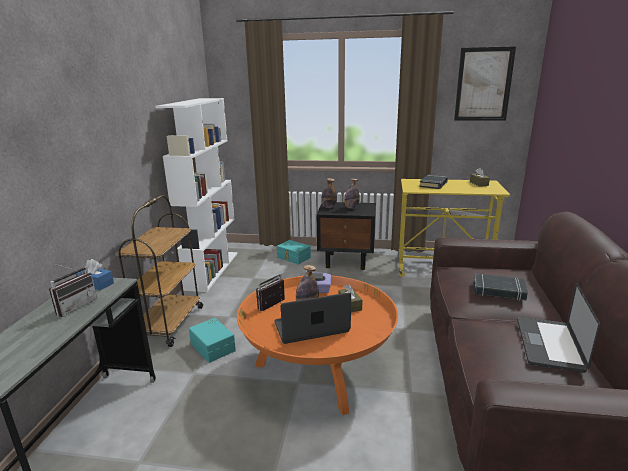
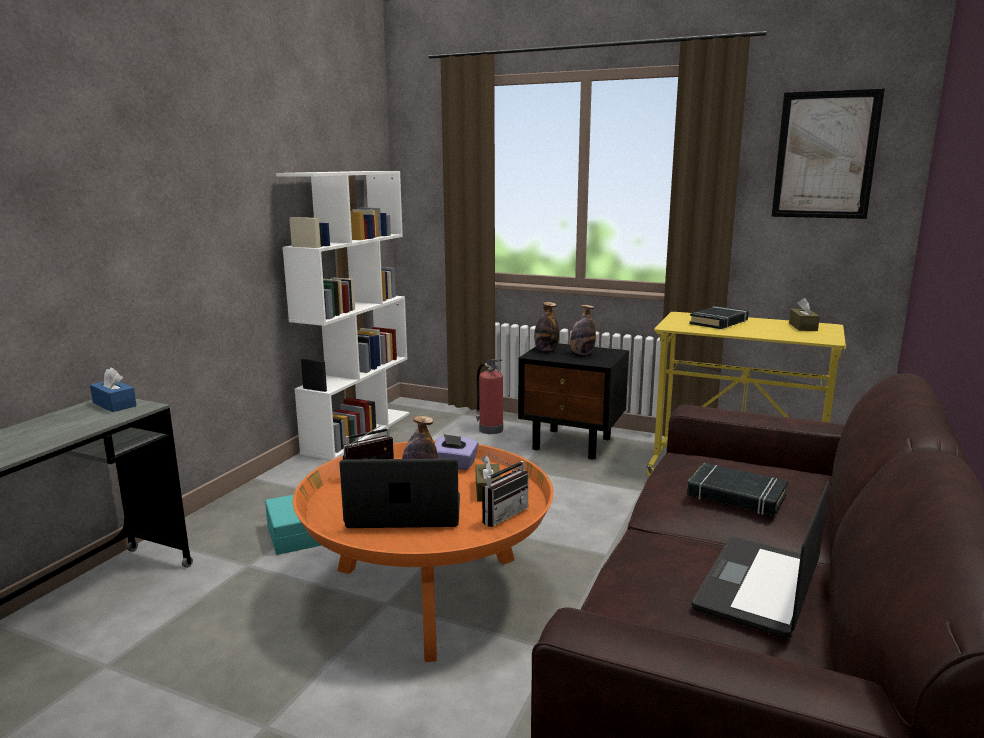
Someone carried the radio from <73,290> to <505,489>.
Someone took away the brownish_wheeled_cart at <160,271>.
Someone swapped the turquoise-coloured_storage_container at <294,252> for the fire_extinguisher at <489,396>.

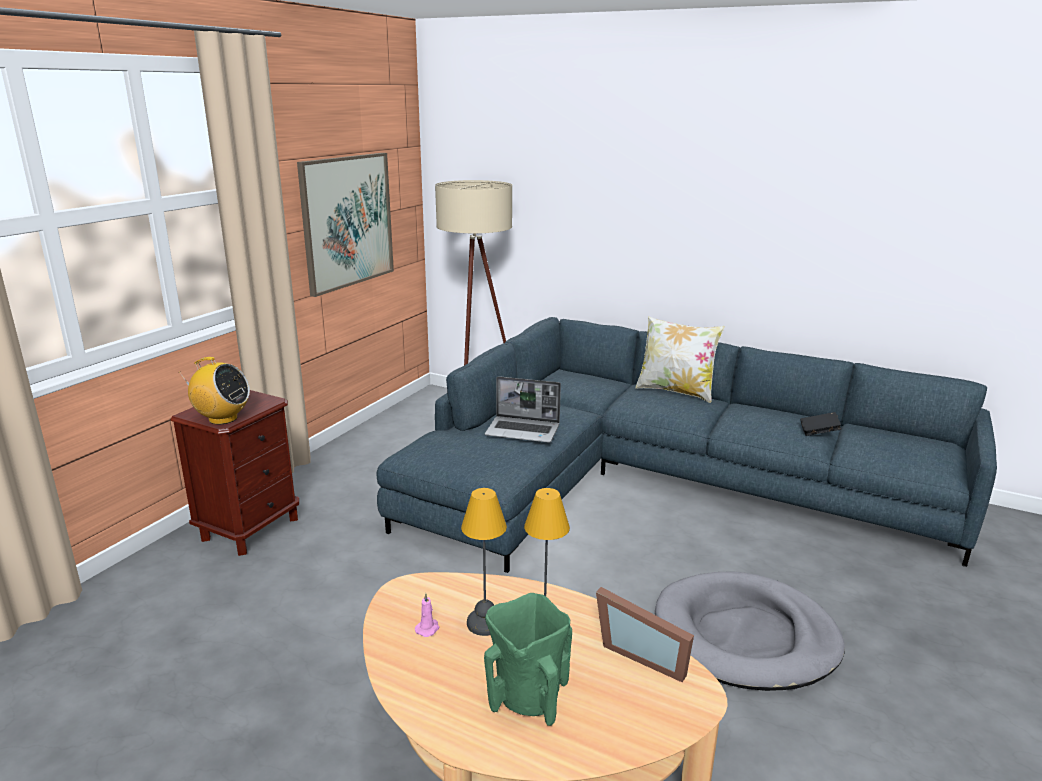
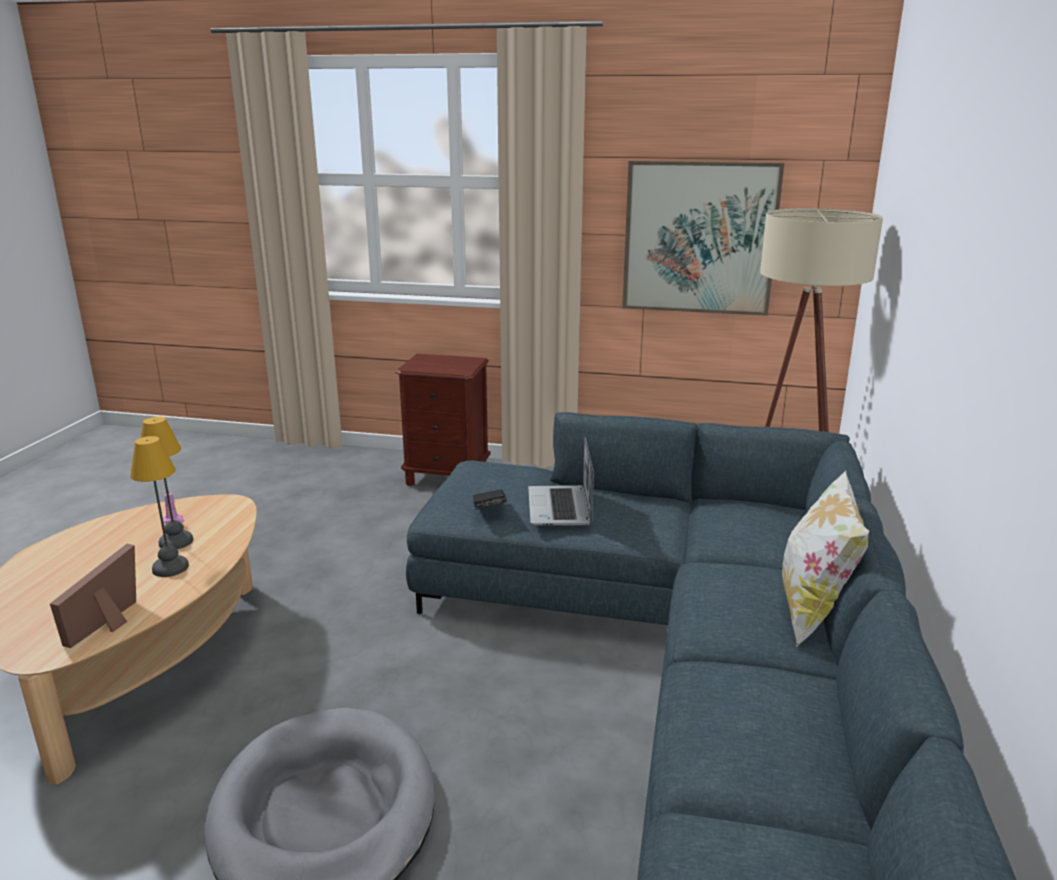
Someone took away the radio at <215,391>.
Someone took away the green_flower_vase at <528,659>.
Someone carried the blackish_book from <820,424> to <489,500>.

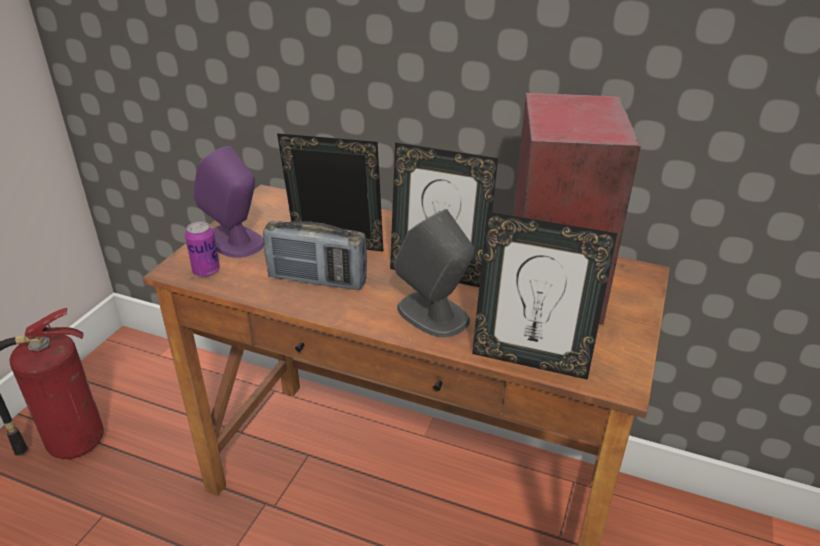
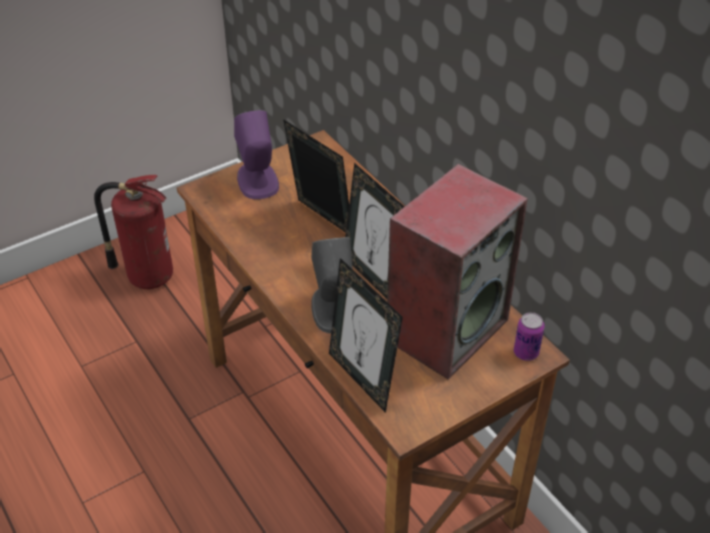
Someone carried the can from <202,249> to <529,336>.
Someone took away the radio at <315,255>.

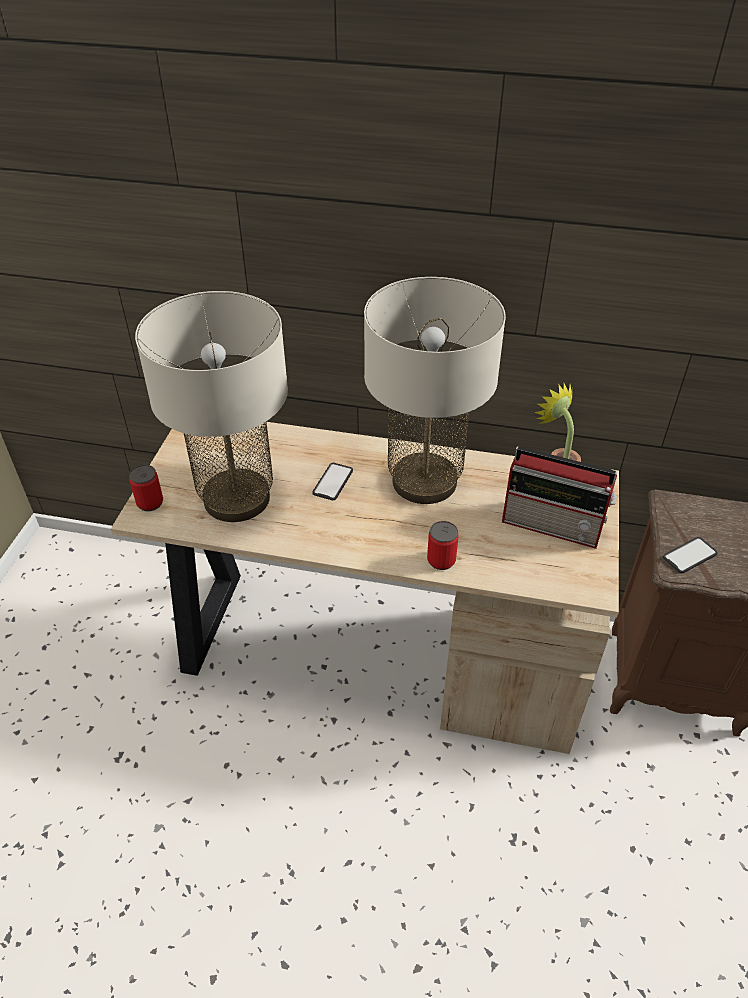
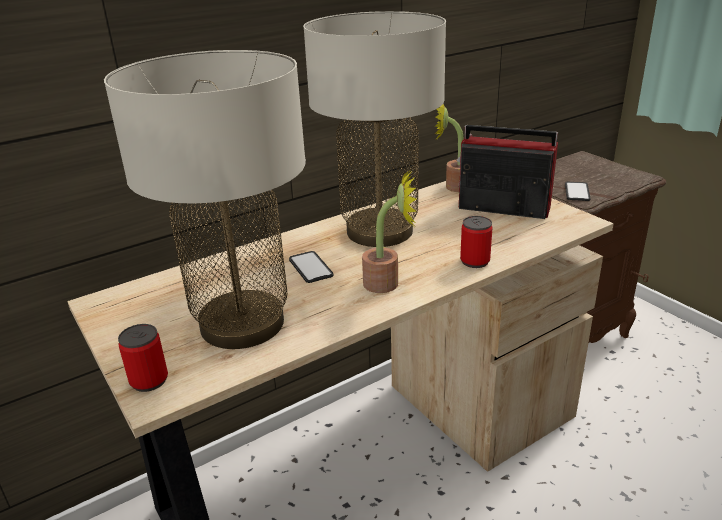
Someone rotated the radio at <559,497> by 135 degrees counterclockwise.
Someone put down the plant_in_a_pot at <389,230>.

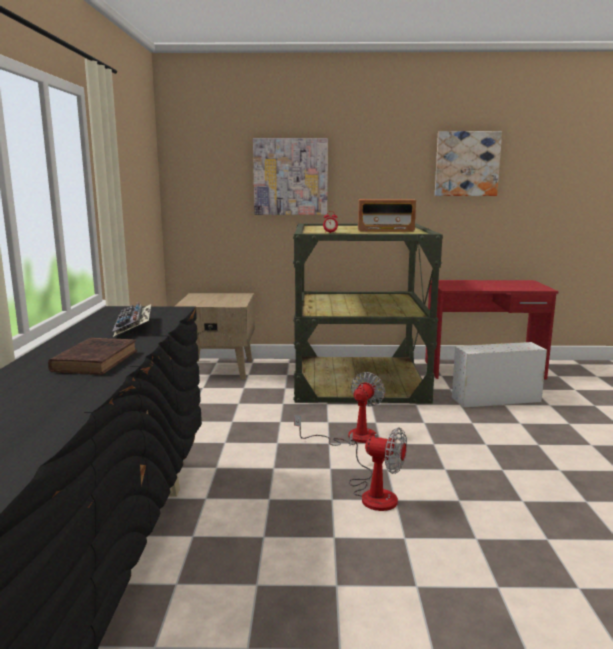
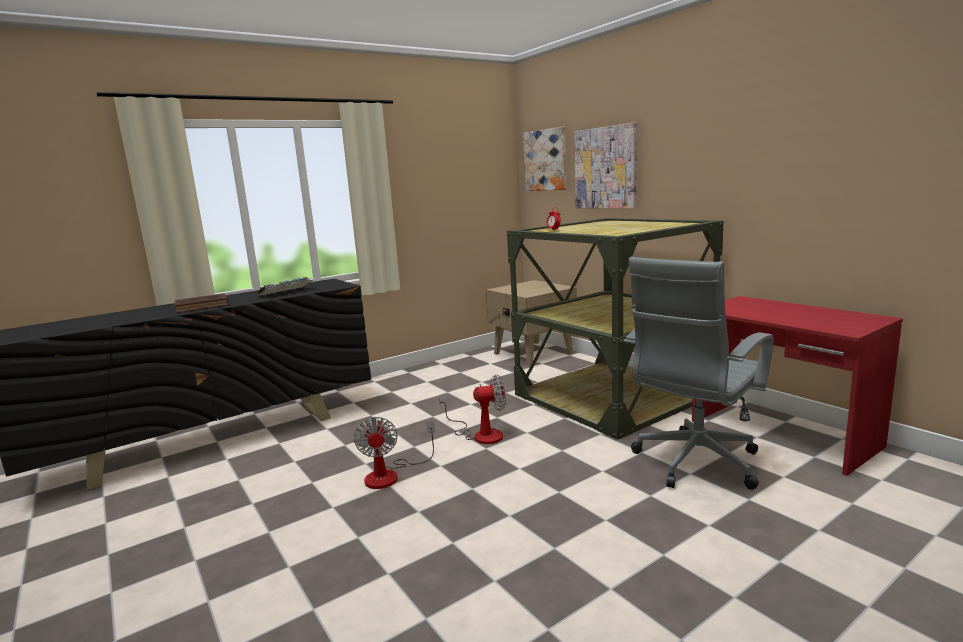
Someone took away the radio at <387,215>.
Someone carried the wall_art from <468,163> to <545,159>.
Someone swapped the whitish_storage_container at <499,375> for the grey_desk_chair at <698,373>.

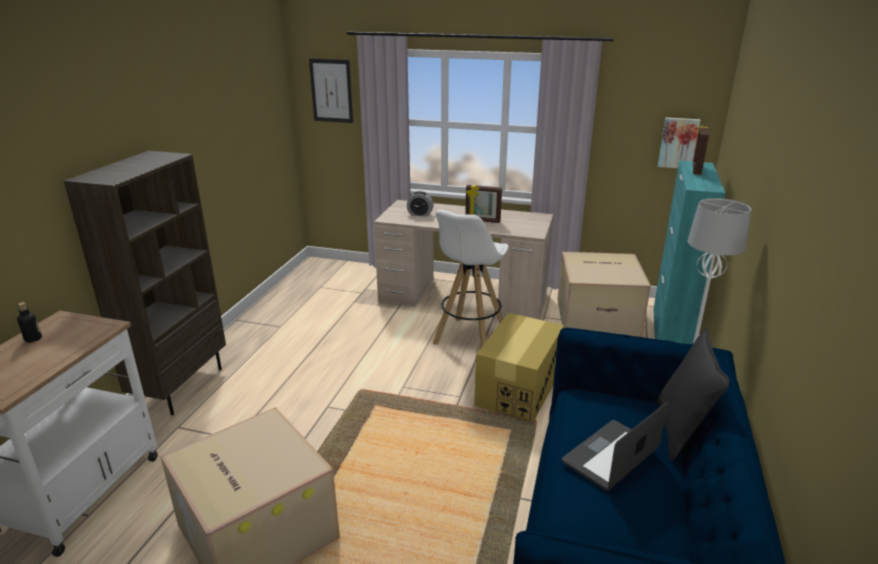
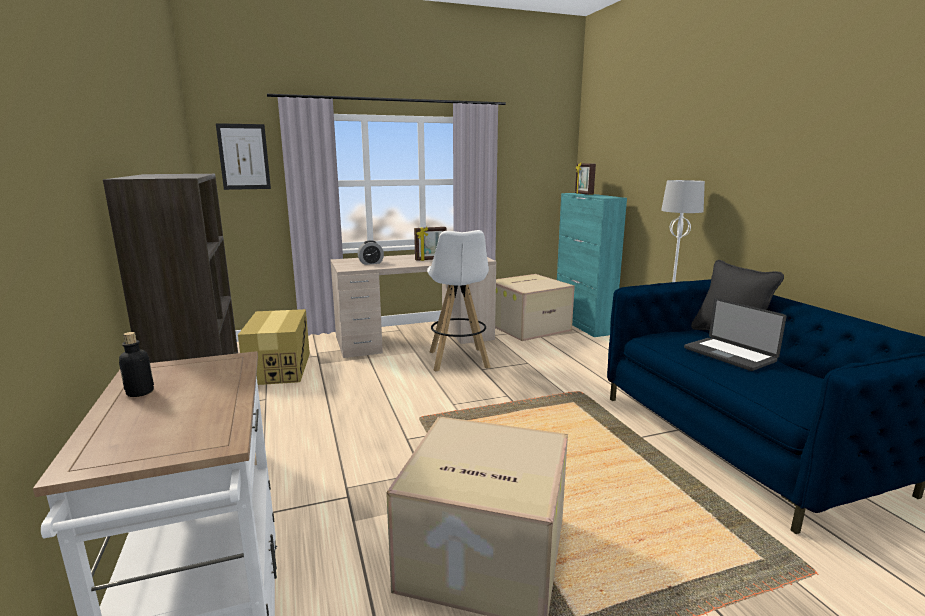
Someone carried the packing_box from <519,367> to <274,347>.
Someone rotated the laptop at <615,446> by 45 degrees counterclockwise.
Someone took away the wall_art at <679,143>.

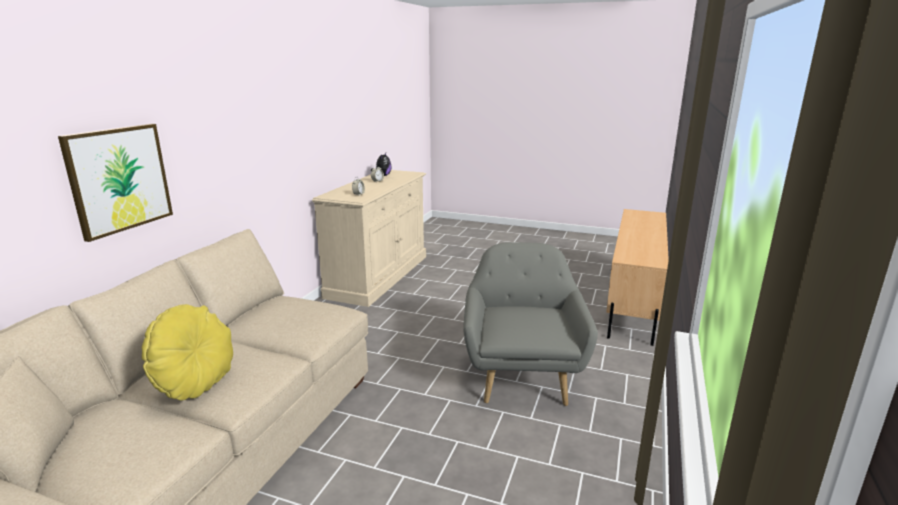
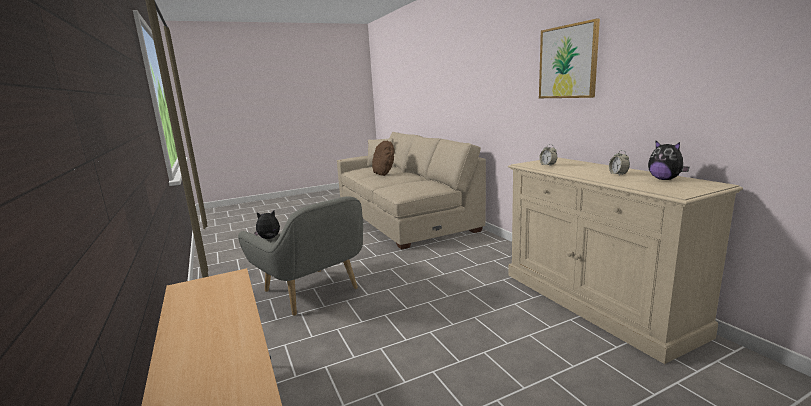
Someone carried the wall_art from <115,183> to <569,58>.
Someone repainted the yellowish_cushion at <187,352>, which became the brownish_cushion at <383,158>.
Someone put down the soft_toy at <267,224>.

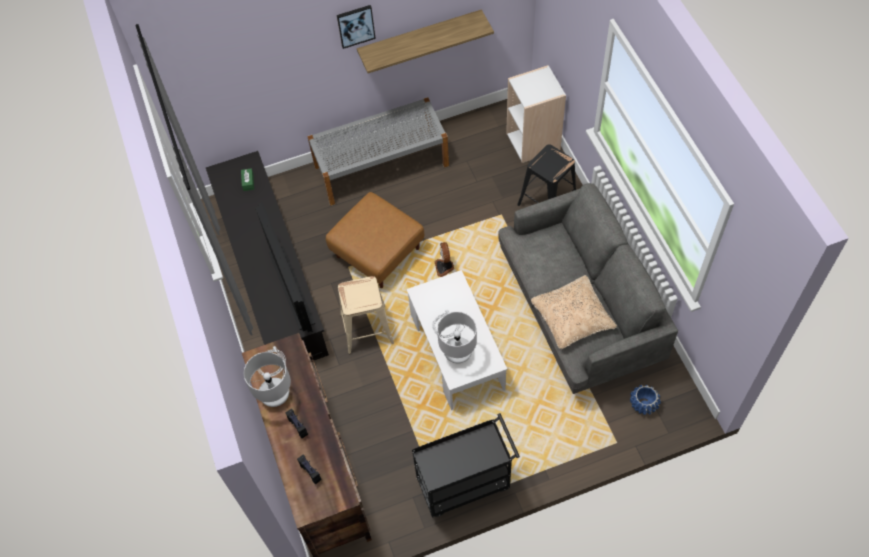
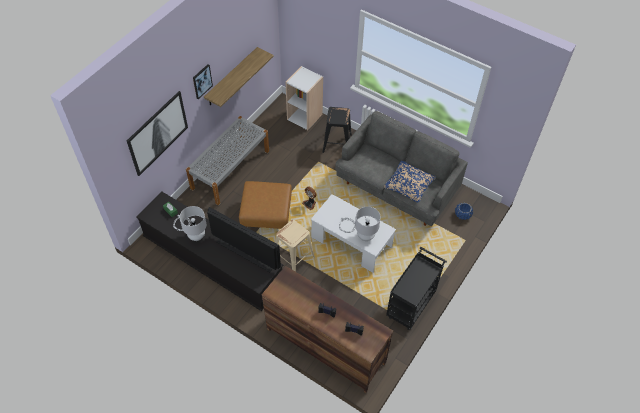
Someone carried the whitish_lamp_for_a_table from <267,376> to <189,223>.
Someone repainted the beige_cushion at <574,312>, which became the bluish_cushion at <410,182>.
Someone put up the wall_art at <157,133>.

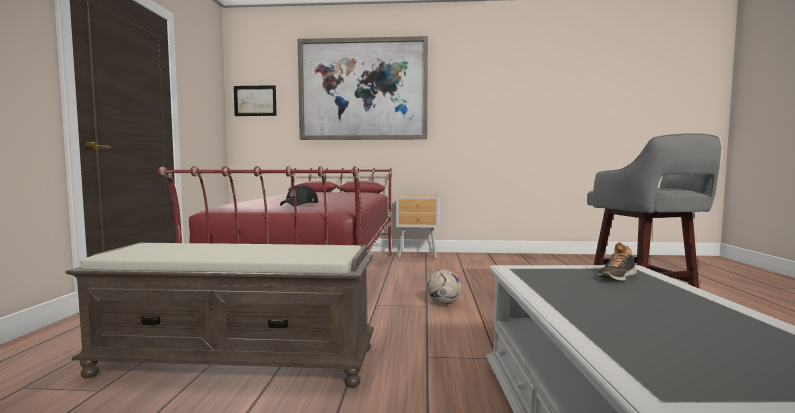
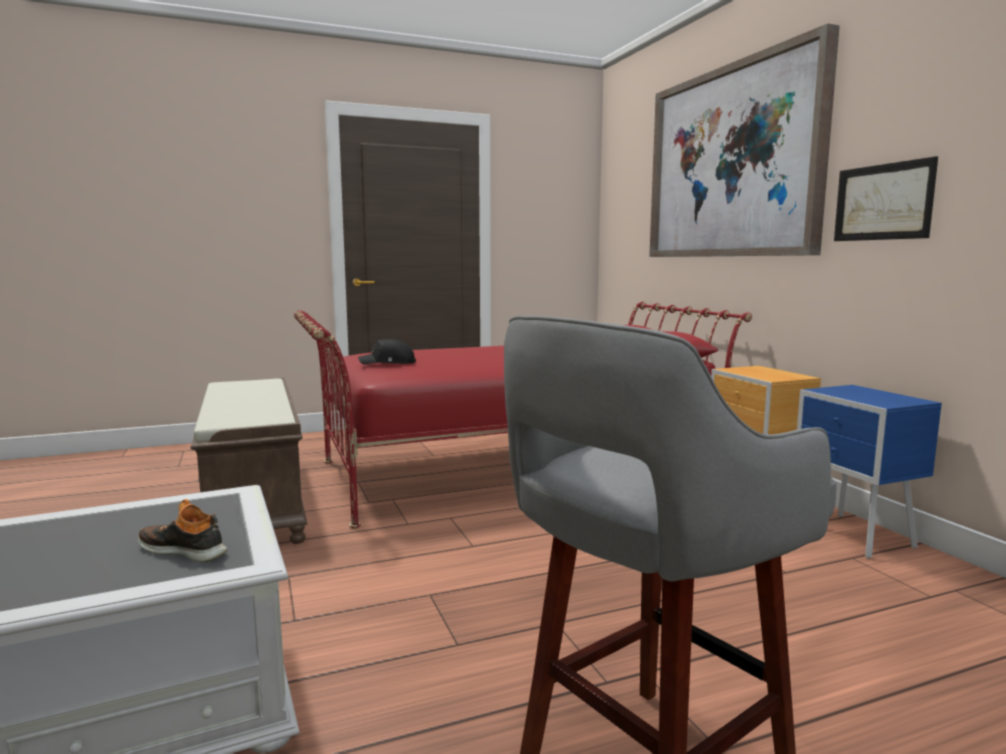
Someone carried the wall_art from <255,100> to <886,198>.
Someone took away the football at <444,287>.
Someone put down the bluish_nightstand at <869,472>.

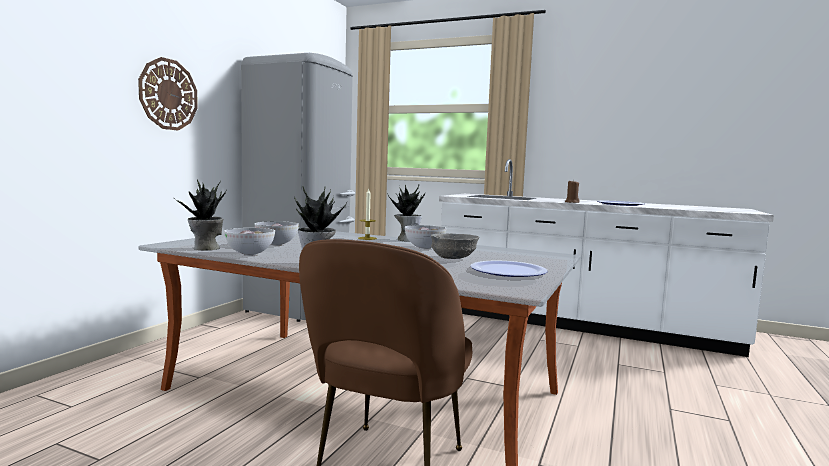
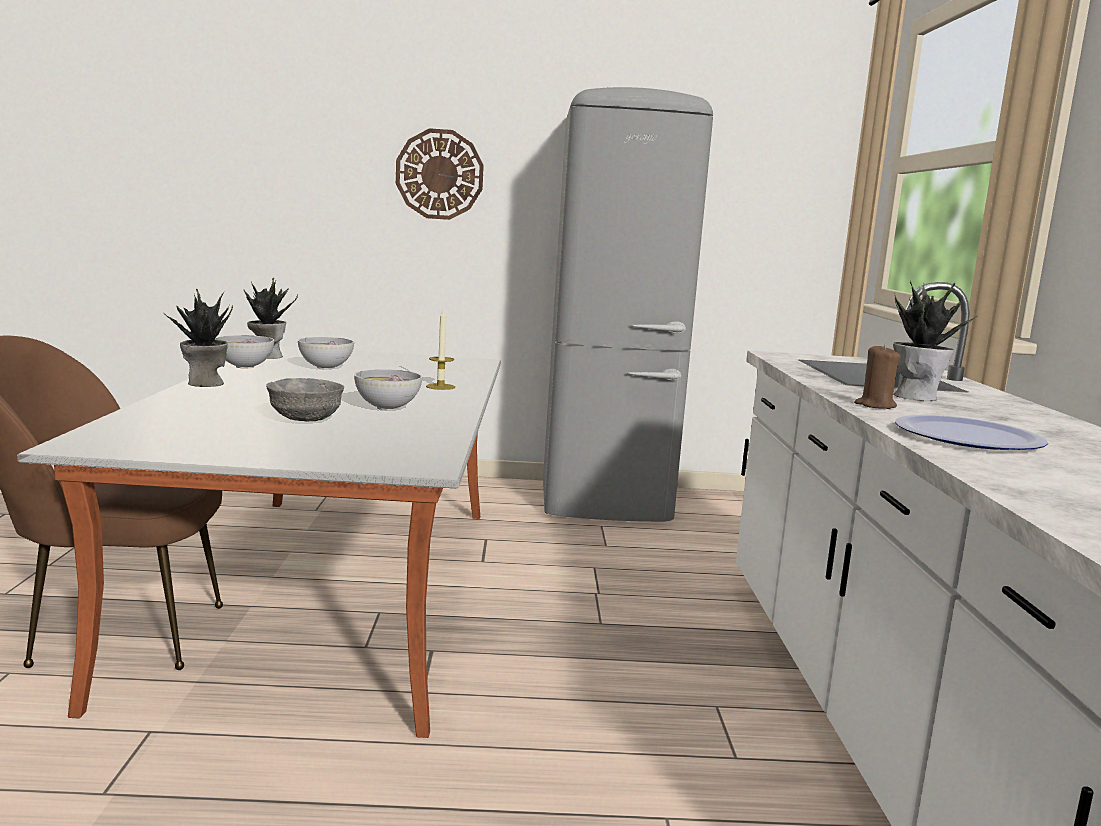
Someone carried the plant_in_a_pot from <406,213> to <936,341>.
Someone took away the dinner_plate at <509,269>.

